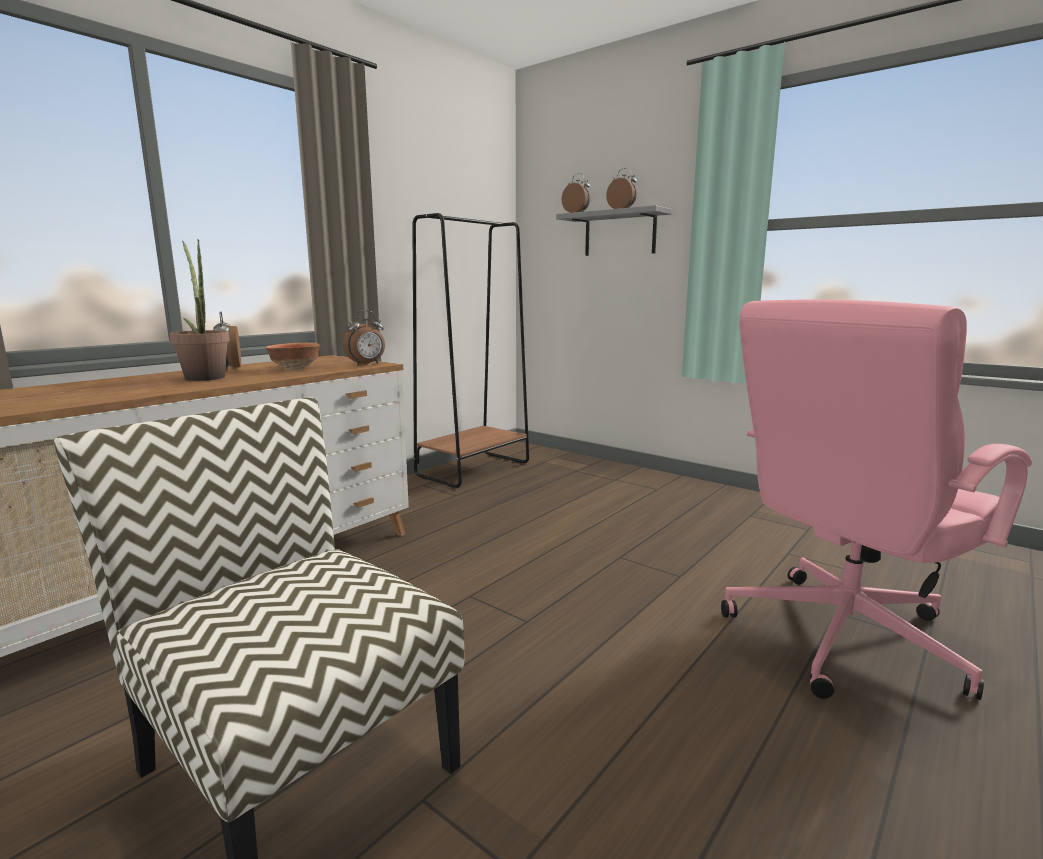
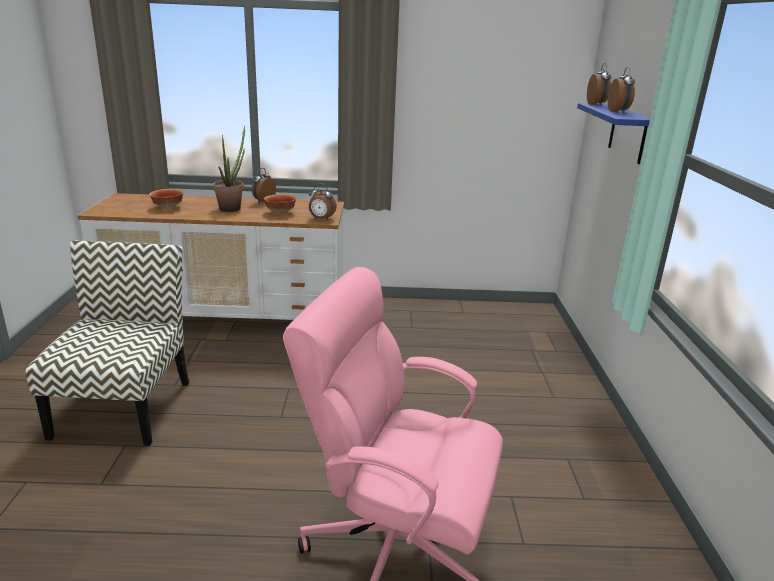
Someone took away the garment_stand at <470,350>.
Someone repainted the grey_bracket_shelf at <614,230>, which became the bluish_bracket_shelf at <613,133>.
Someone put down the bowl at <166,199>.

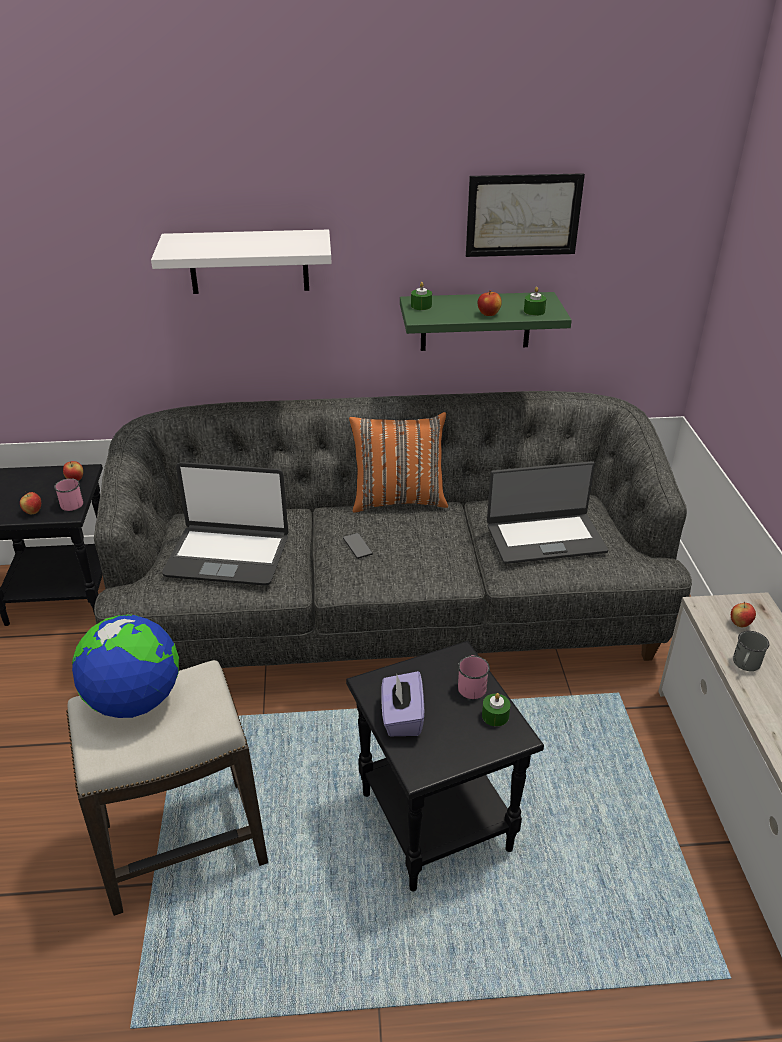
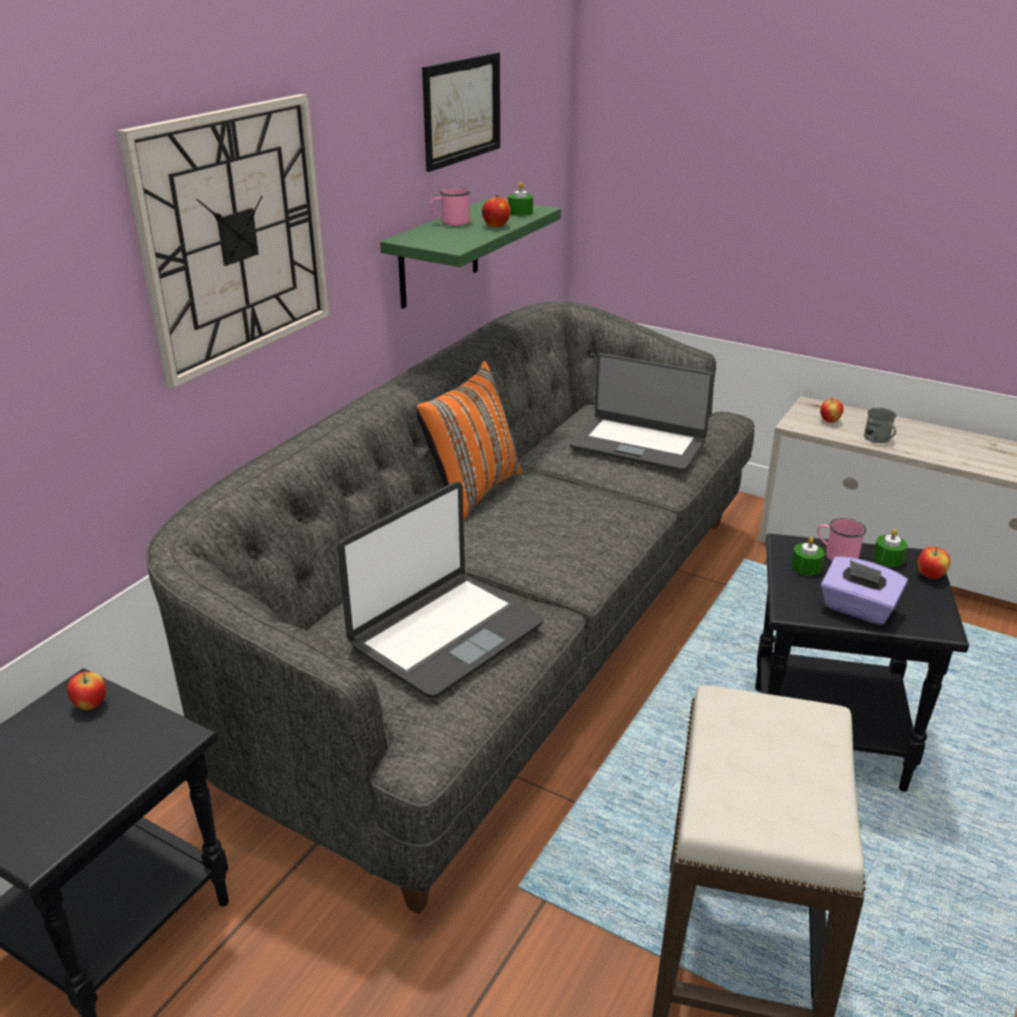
Someone carried the apple_fruit from <30,503> to <934,563>.
Someone carried the pinkish_coffee_mug from <68,494> to <450,206>.
Someone took away the globe at <125,666>.
Someone swapped the whitish_bracket_shelf at <241,261> for the clock_on_the_wall at <223,241>.
Someone took away the telephone at <358,546>.
Someone carried the green_wax_candle from <421,296> to <808,556>.
Someone rotated the laptop at <547,512> by 90 degrees clockwise.

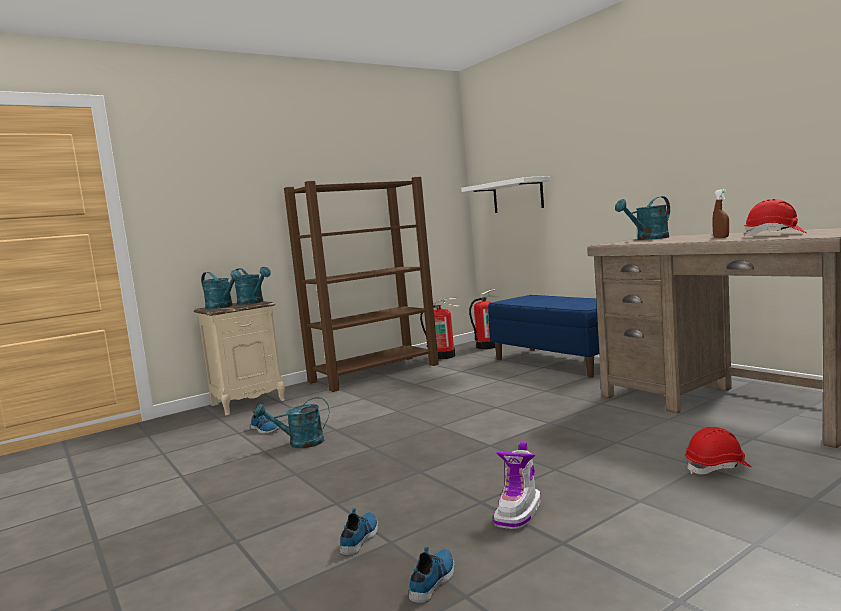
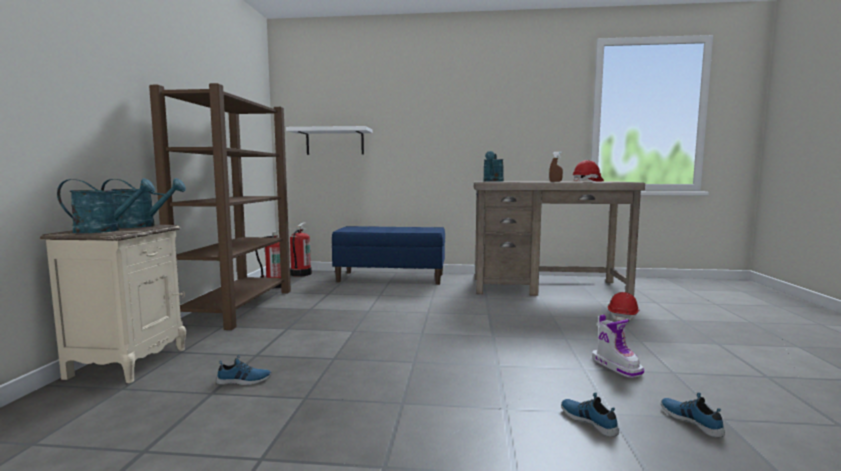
Someone took away the turquoise-coloured_sprinkling_can at <292,422>.

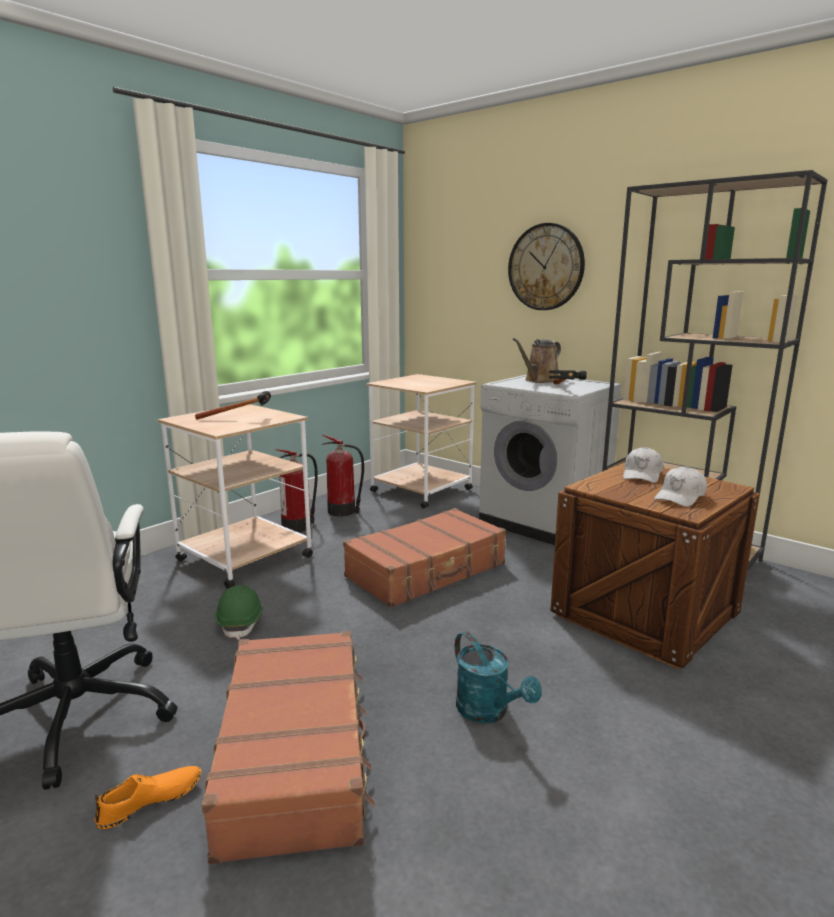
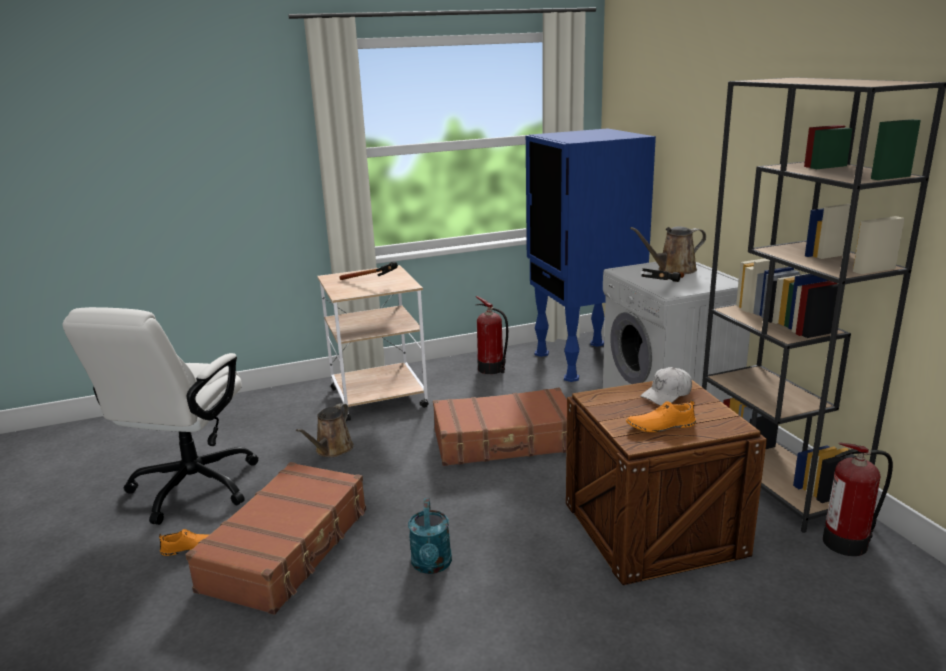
Someone swapped the green_work_helmet at <239,612> for the brownish_sprinkling_can at <325,430>.
Someone carried the fire_extinguisher from <296,490> to <858,499>.
Someone swapped the beige_wheeled_cart at <421,441> for the bluish_cabinet at <591,255>.
Someone took away the clock_on_the_wall at <546,266>.
Someone swapped the whitish_cap at <680,487> for the orange_low_shoe at <661,416>.

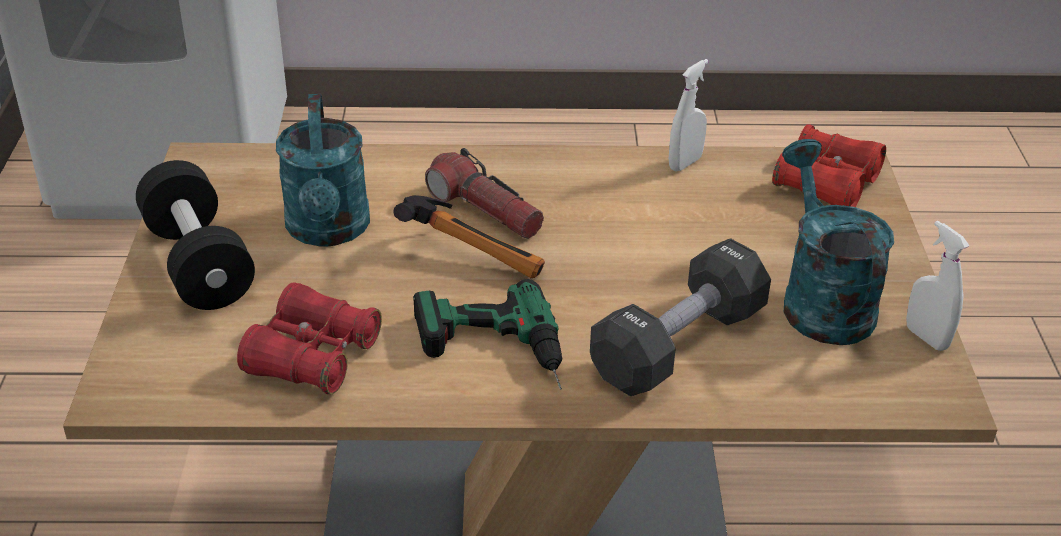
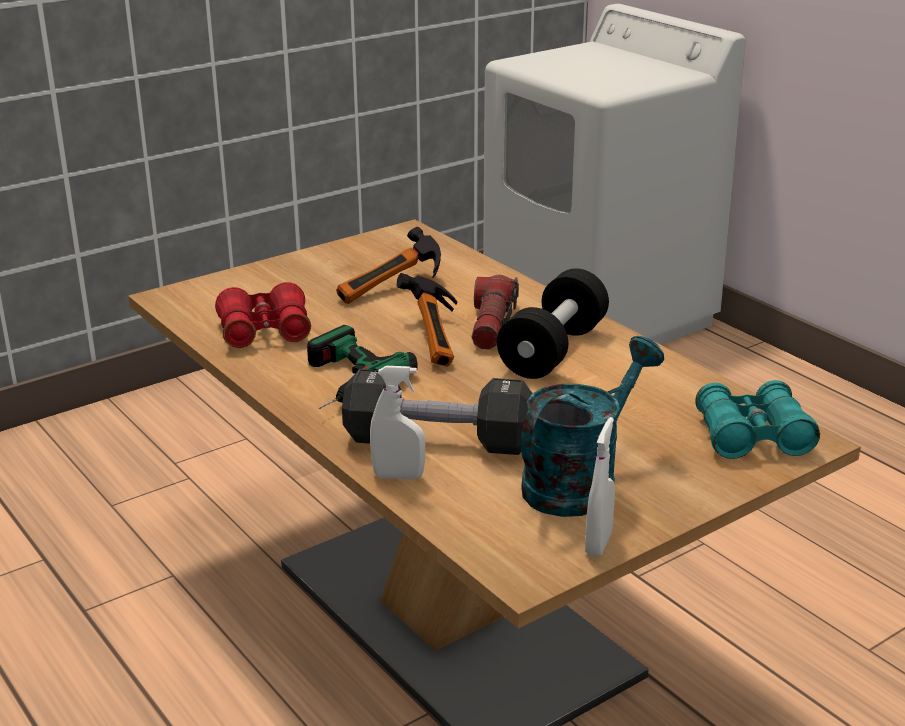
Someone carried the blackish_hand_weight from <195,235> to <553,323>.
Someone swapped the turquoise-coloured_sprinkling_can at <323,170> for the hammer at <388,265>.
Someone carried the whitish_sprayer from <688,115> to <397,423>.
Someone repainted the red_binoculars at <829,165>, which became the turquoise-coloured_binoculars at <757,419>.

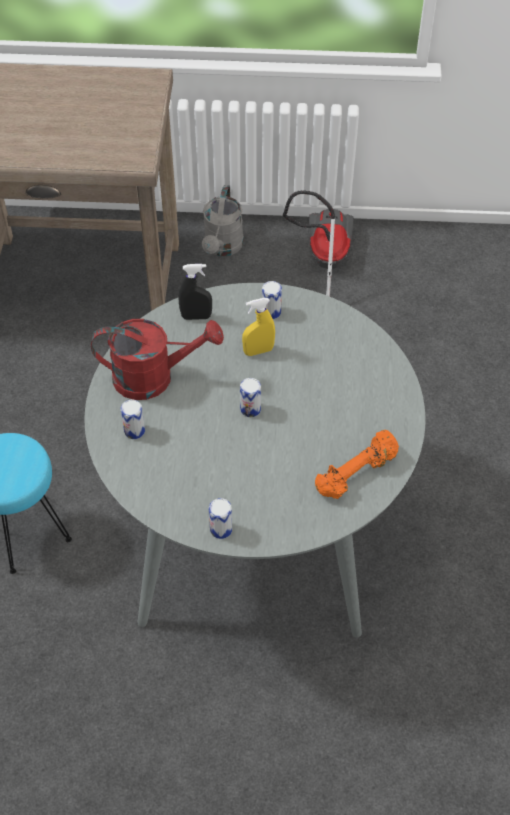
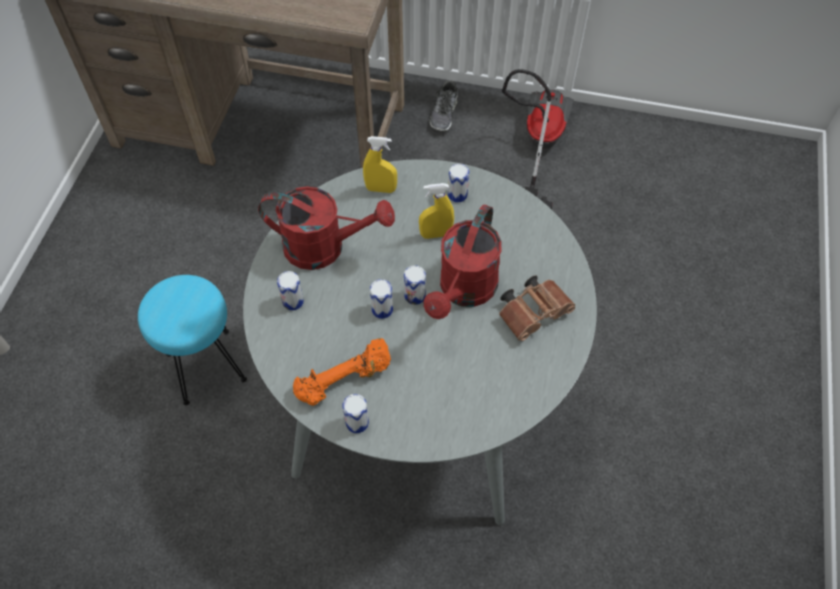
Someone repainted the blackish_sprayer at <195,292>, which became the yellowish_sprayer at <380,164>.
Someone swapped the grey_sprinkling_can at <223,220> for the low_shoe at <443,105>.
Someone carried the orange_hand_weight from <357,464> to <342,372>.
Someone put down the can at <381,299>.
Someone put down the red_sprinkling_can at <463,261>.
Someone put down the brownish_binoculars at <537,308>.

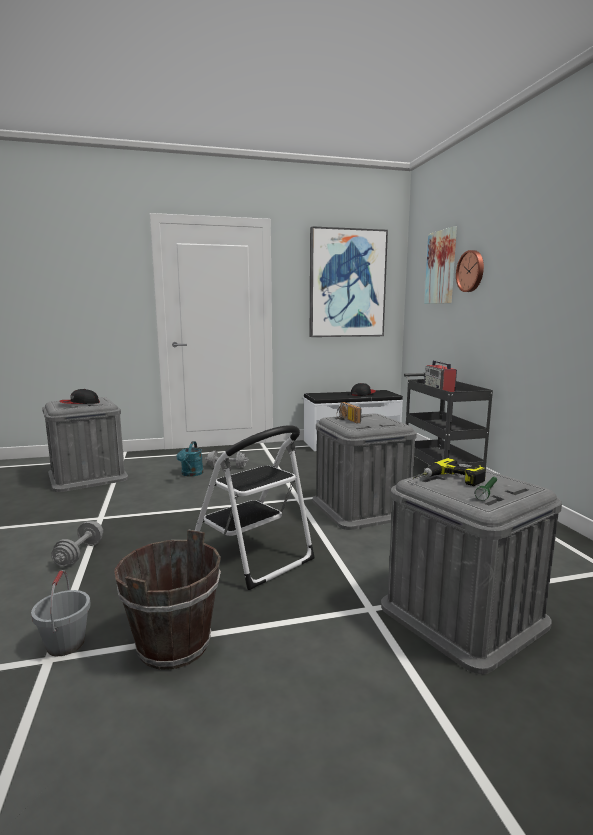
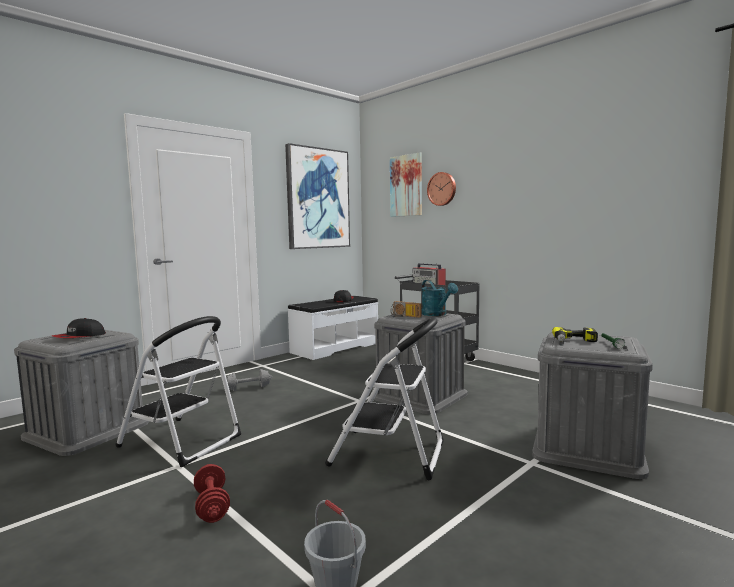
Someone repainted the grey_hand_weight at <77,543>, which became the red_hand_weight at <212,493>.
Someone took away the brownish_bucket at <167,600>.
Someone carried the turquoise-coloured_sprinkling_can from <190,459> to <440,298>.
Someone put down the step_stool at <178,391>.

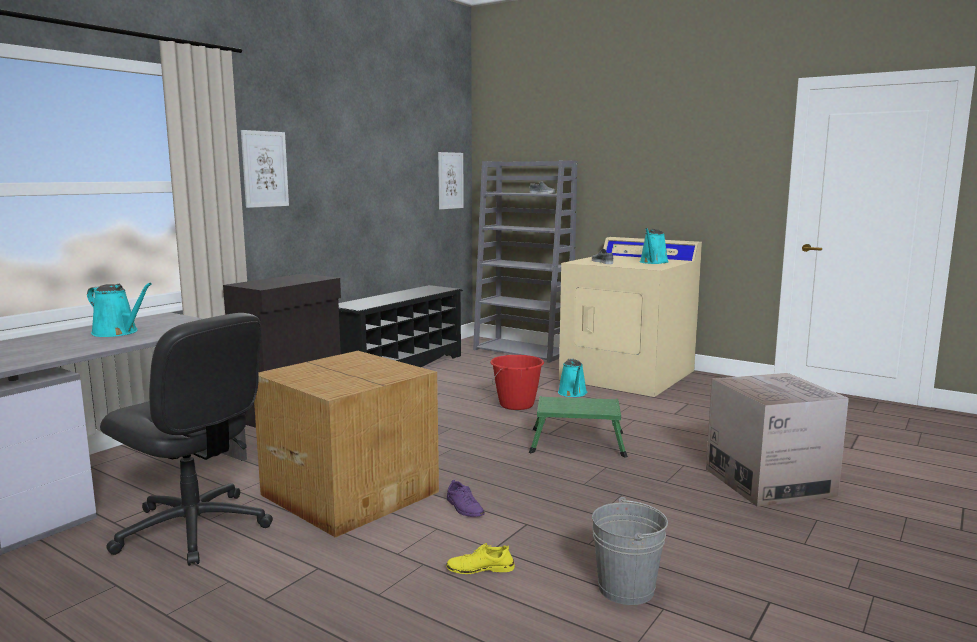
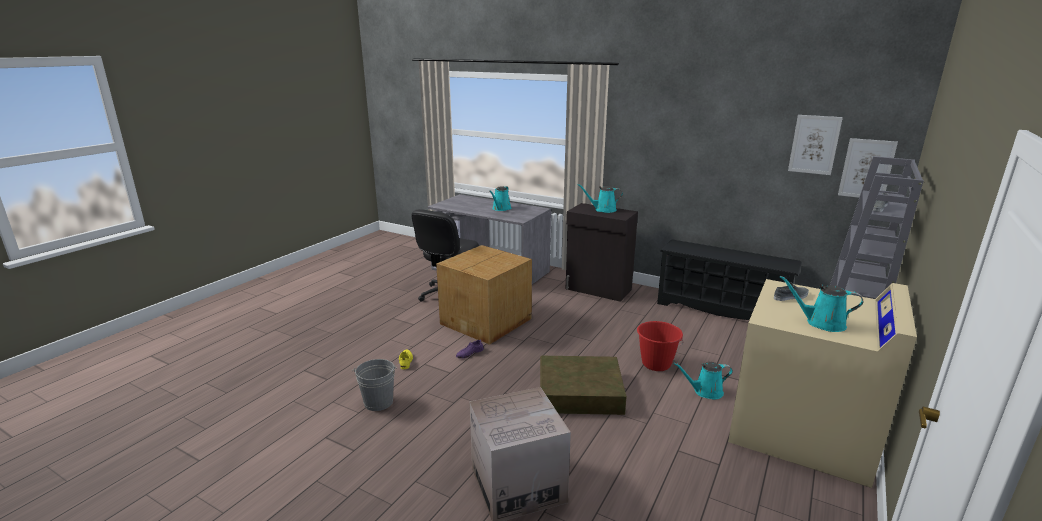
Someone carried the wall_art from <265,169> to <815,145>.
Someone swapped the green_step_stool at <578,427> for the brownish_storage_container at <583,385>.
Someone put down the turquoise-coloured_sprinkling_can at <600,198>.

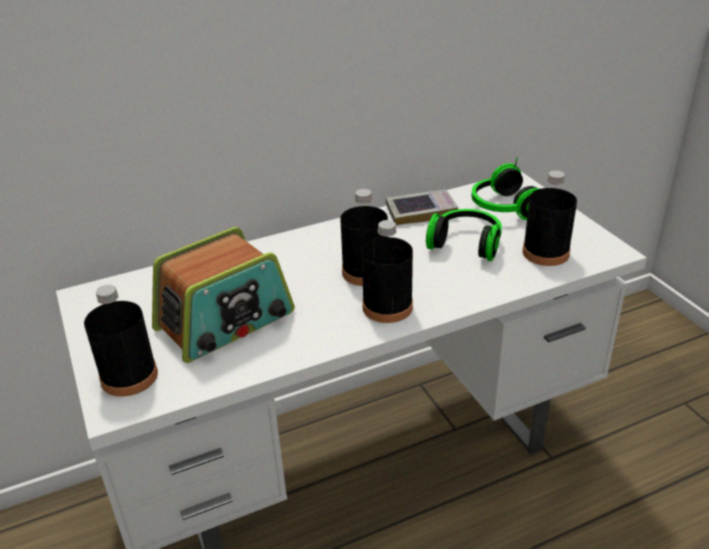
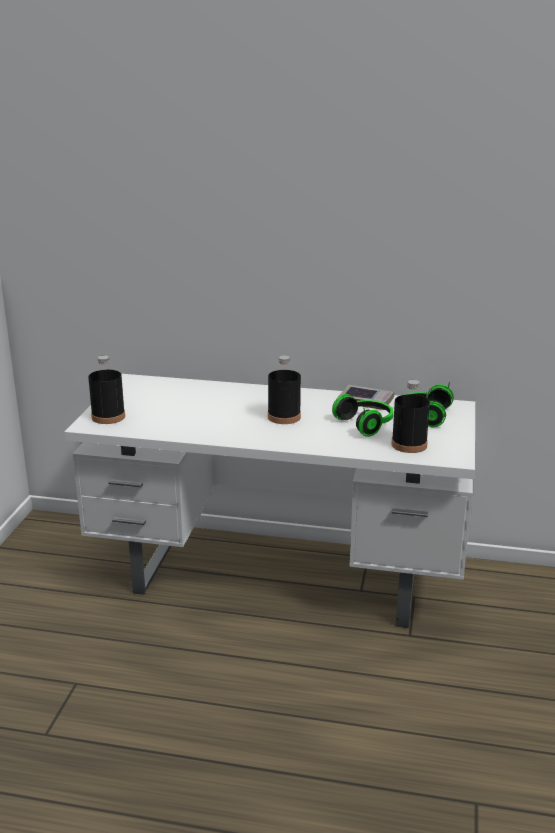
Someone took away the radio at <223,295>.
Someone took away the blackish_beverage_bottle at <387,271>.

